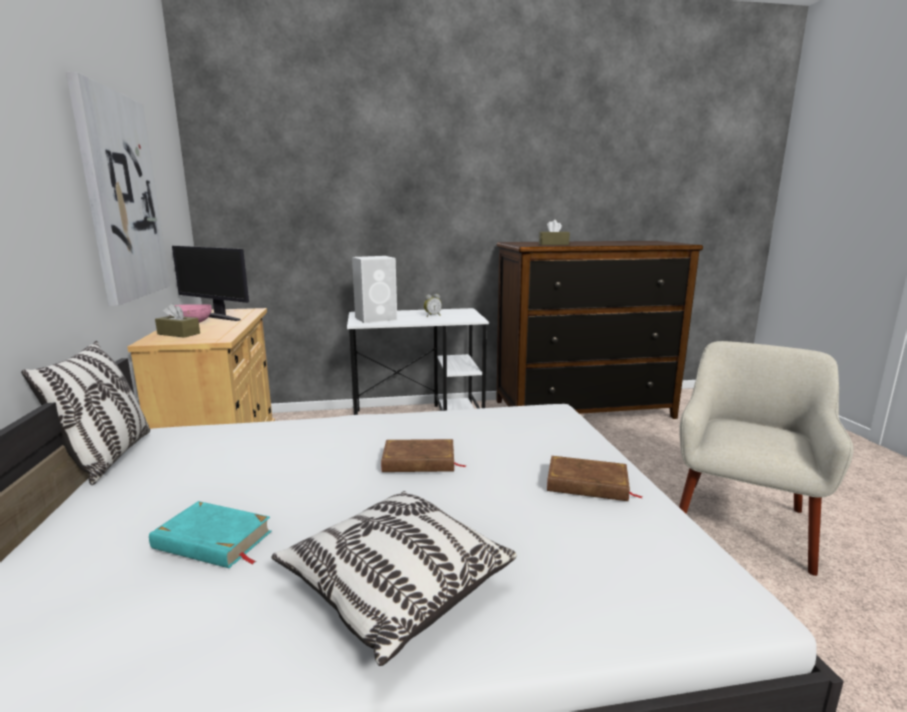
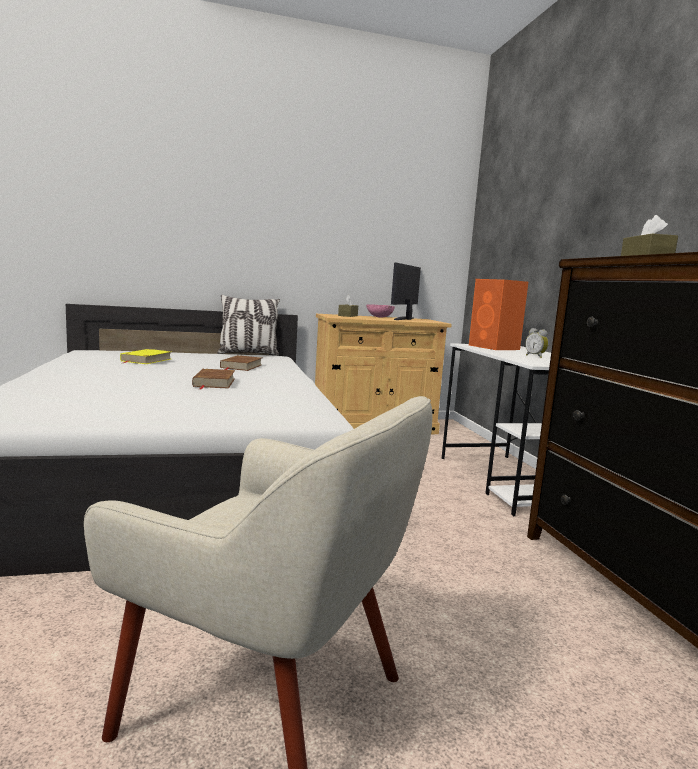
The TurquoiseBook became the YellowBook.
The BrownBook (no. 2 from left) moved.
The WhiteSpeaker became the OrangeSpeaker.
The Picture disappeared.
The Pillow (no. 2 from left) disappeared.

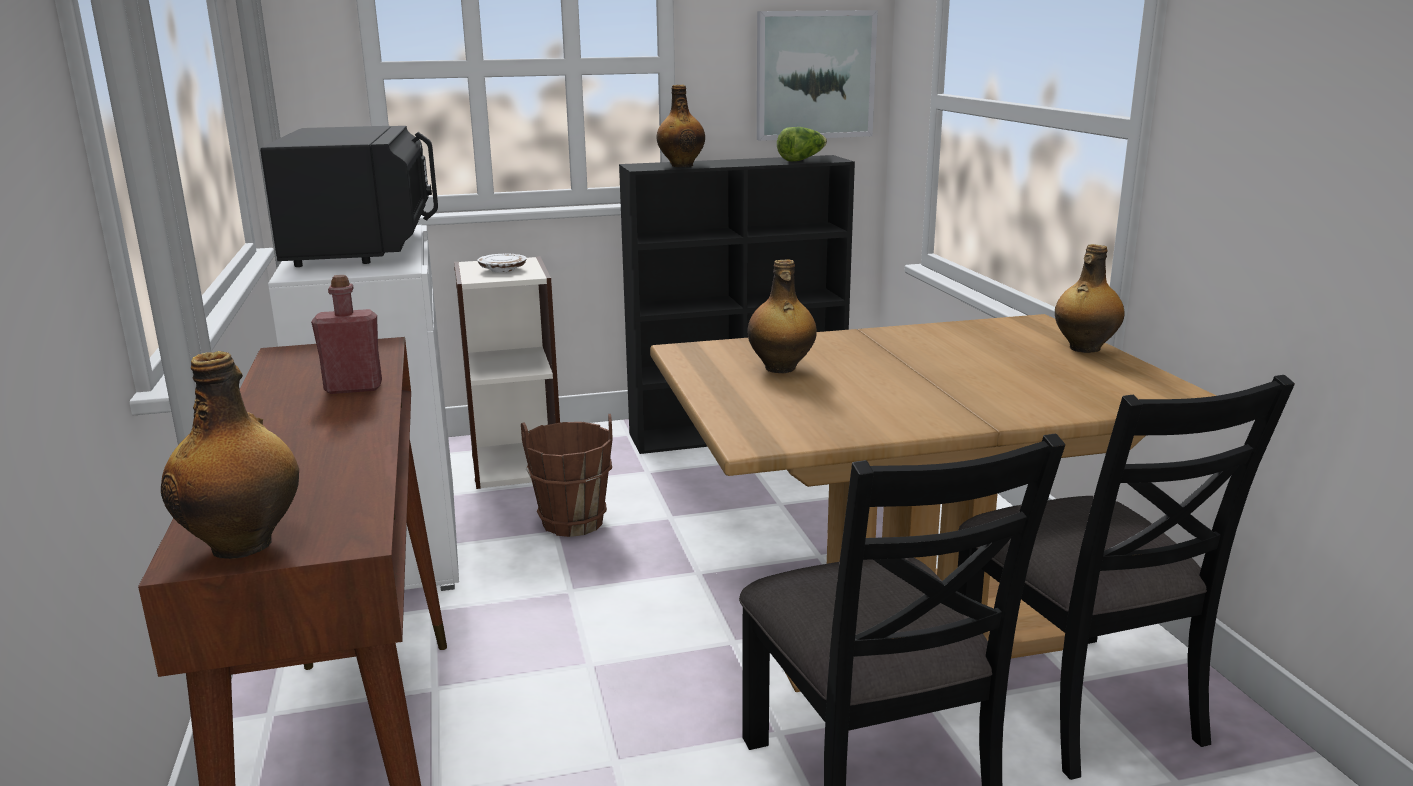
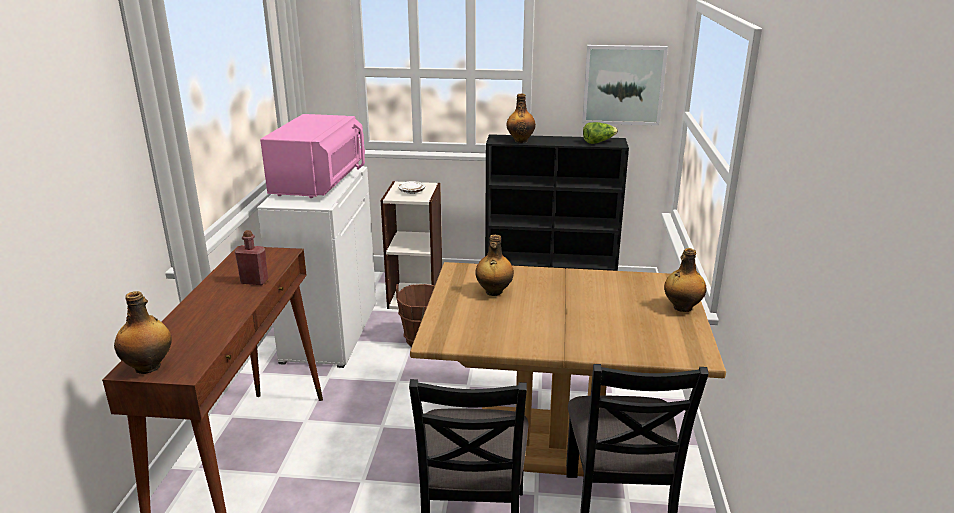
The BlackMicrowave became the PinkMicrowave.

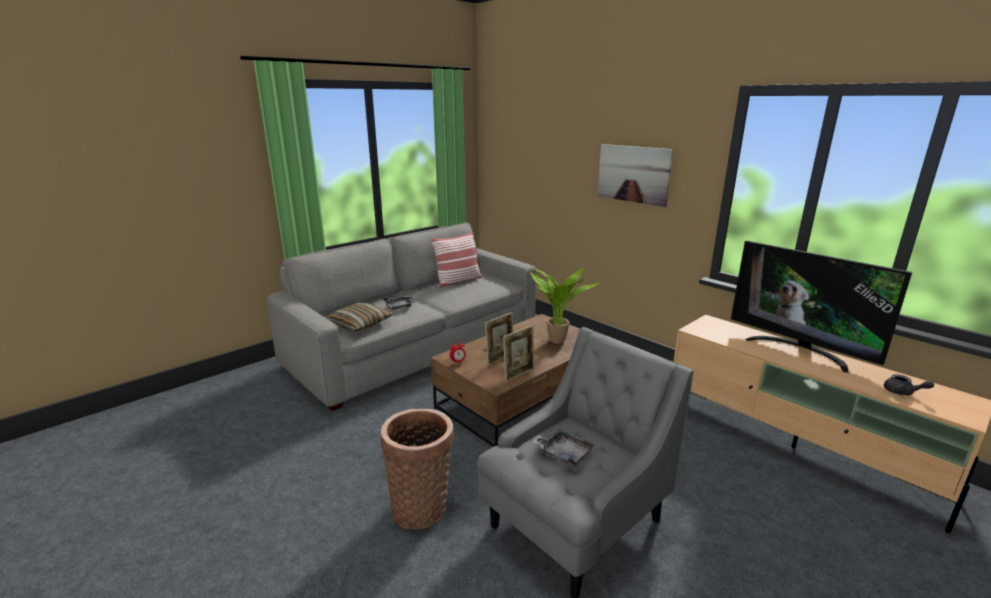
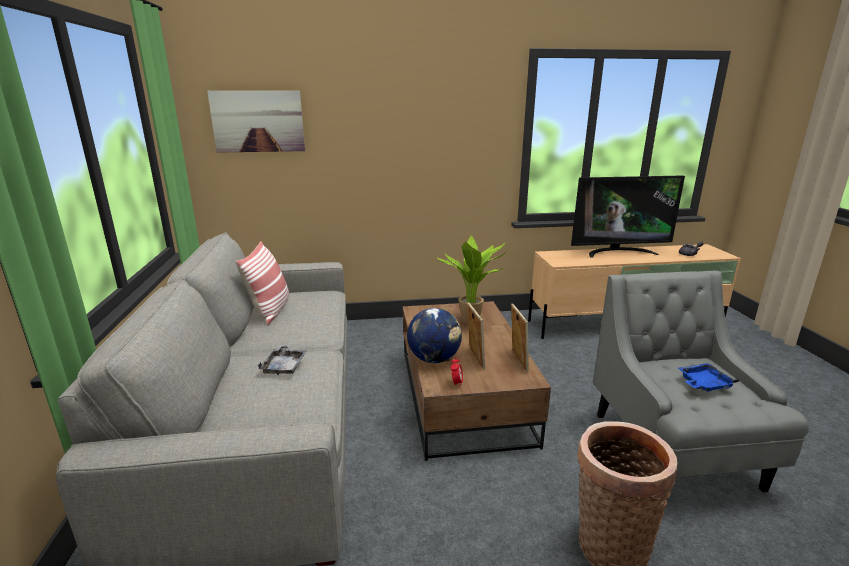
The Picture moved.
The Globe appeared.
The GreyTray (no. 2 from left) became the BlueTray.
The Pillow (no. 1 from left) disappeared.

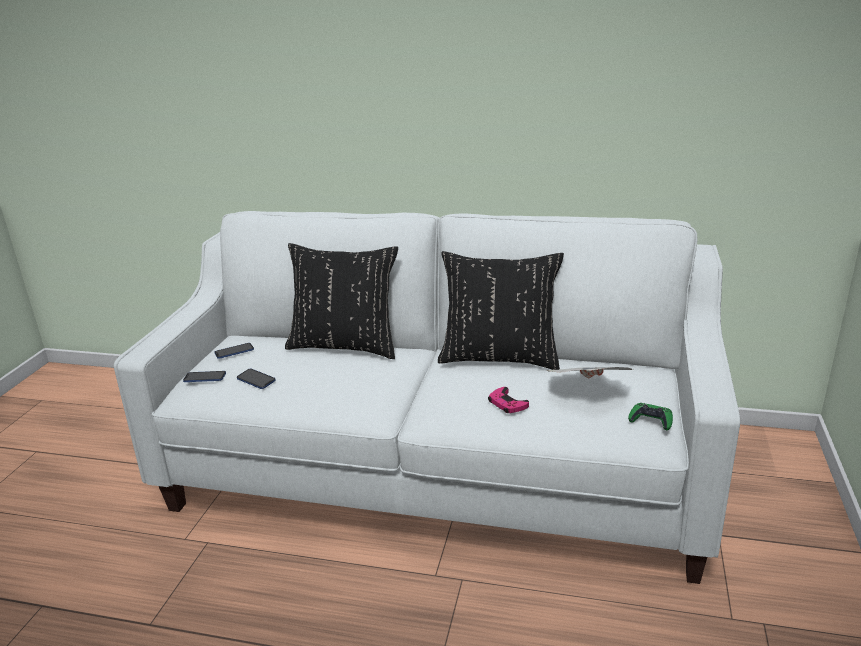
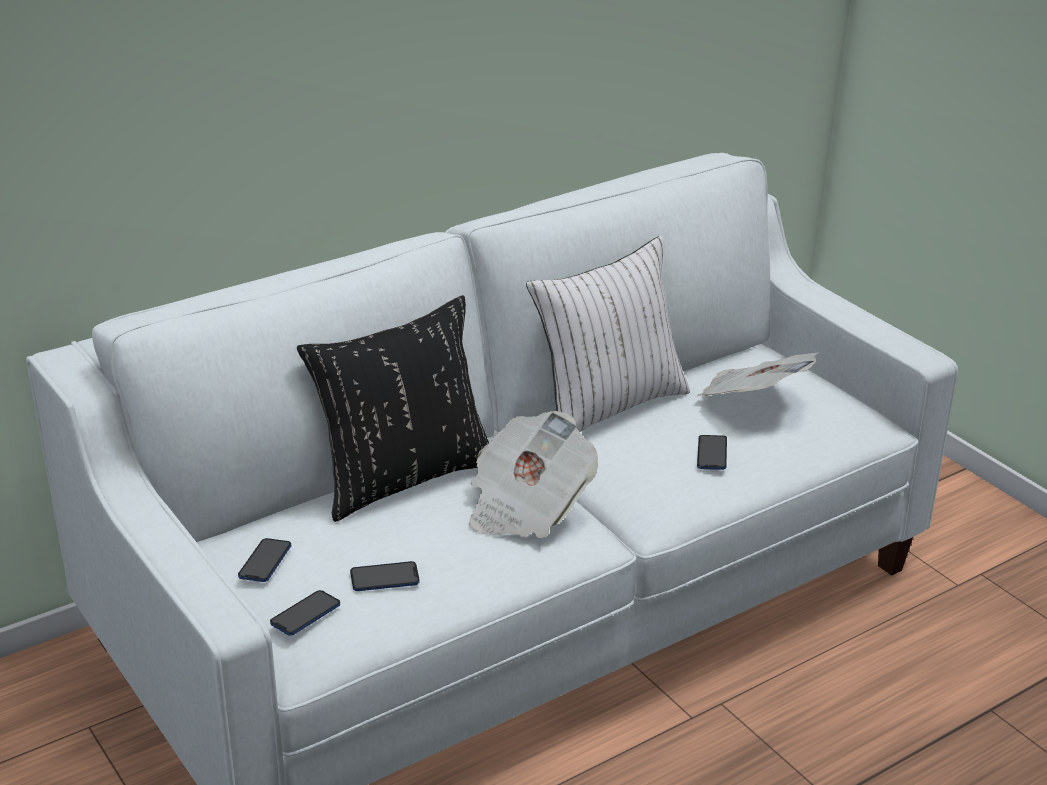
The Newspaper (no. 1 from left) appeared.
The BlackPillow (no. 2 from left) became the WhitePillow.
The PinkGameController was replaced by the Phone (no. 4 from left).
The GreenGameController disappeared.

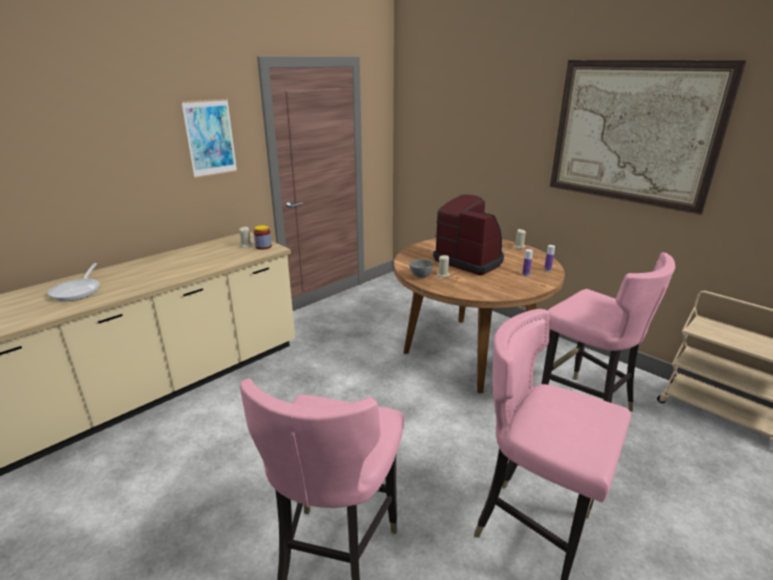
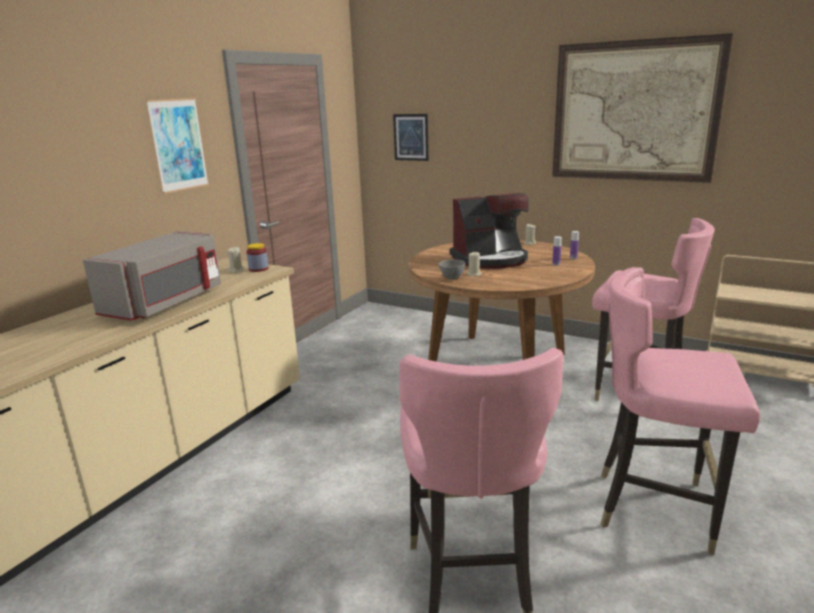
The GreyMicrowave appeared.
The Picture (no. 2 from left) appeared.
The CoffeeMachine turned 135 degrees clockwise.
The FryingPan disappeared.

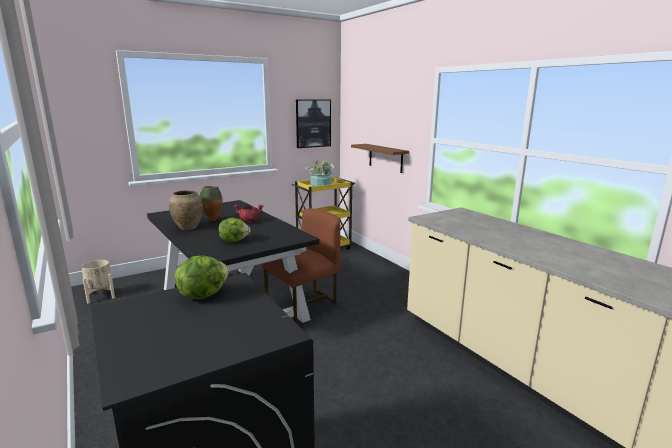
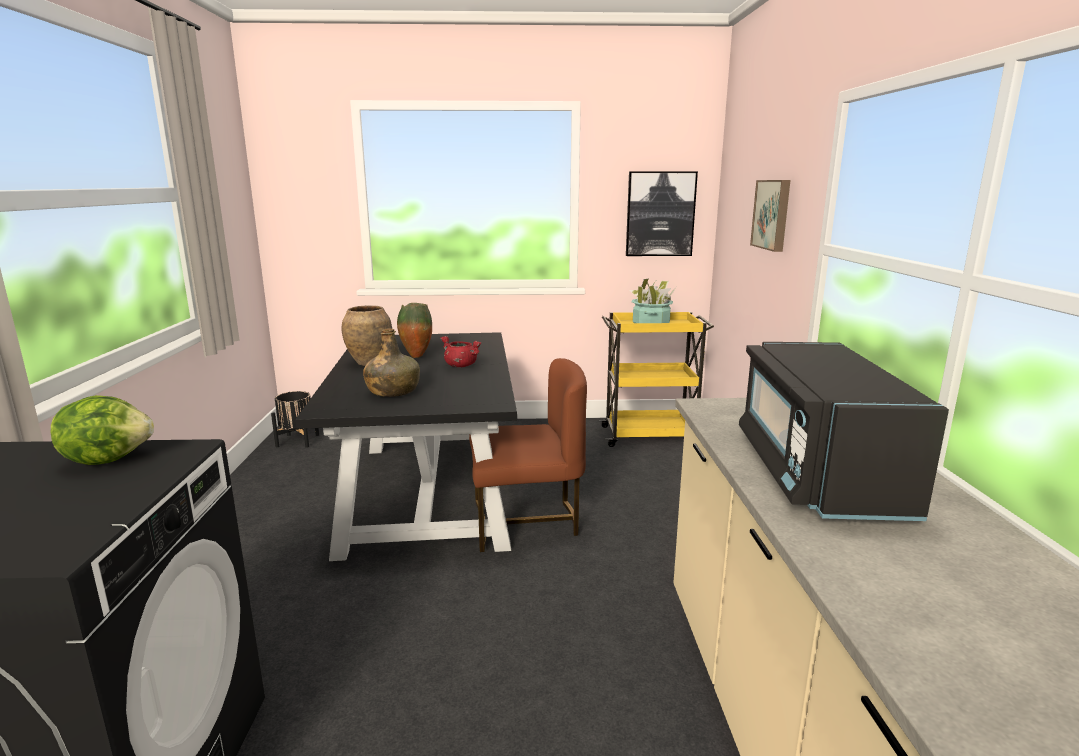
The BeigePlanter became the BlackPlanter.
The Lettuce (no. 2 from left) was replaced by the GreenBottle.
The BlackMicrowave appeared.
The Picture (no. 2 from left) appeared.
The BrownShelf disappeared.

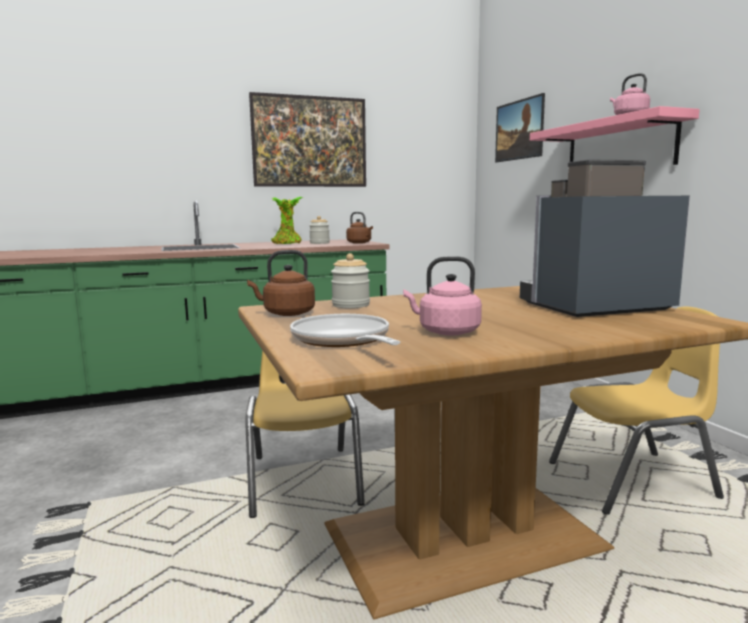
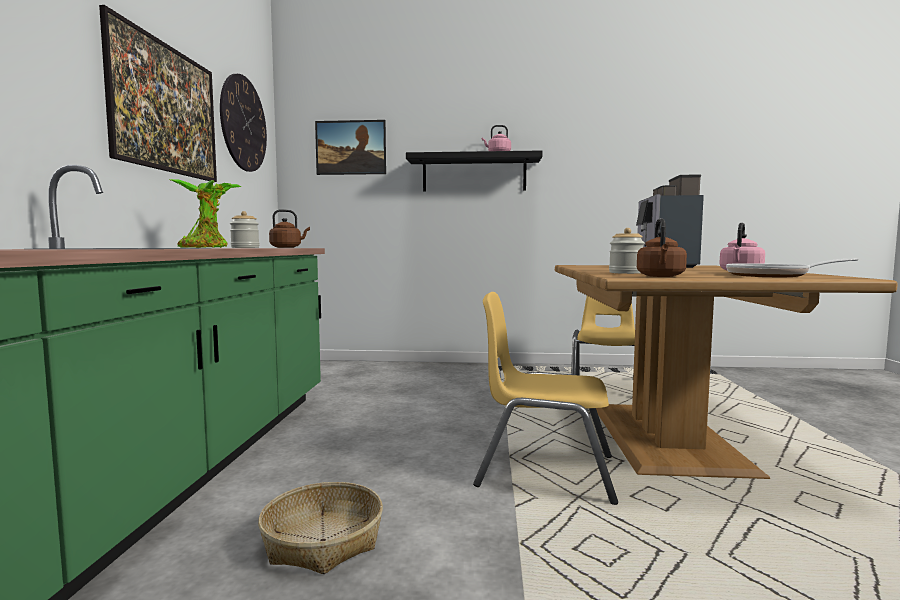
The WallClock appeared.
The Basket appeared.
The PinkShelf became the BlackShelf.

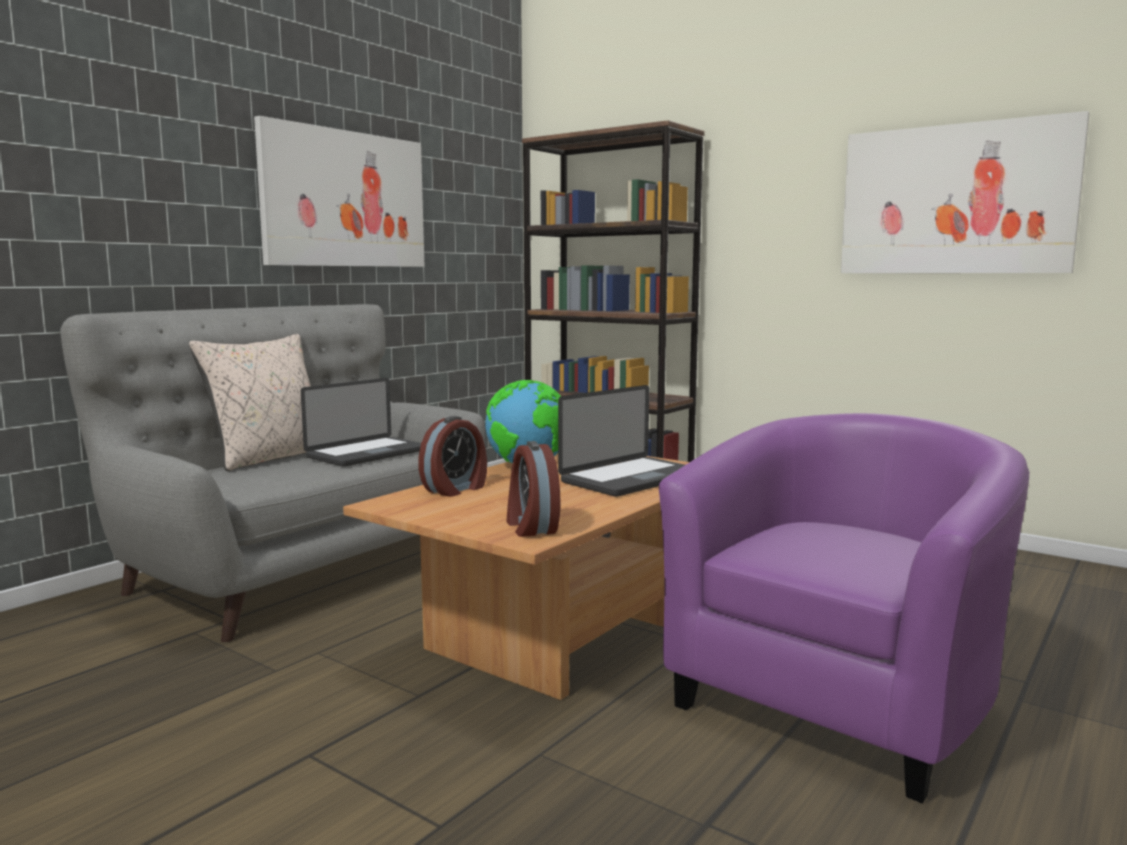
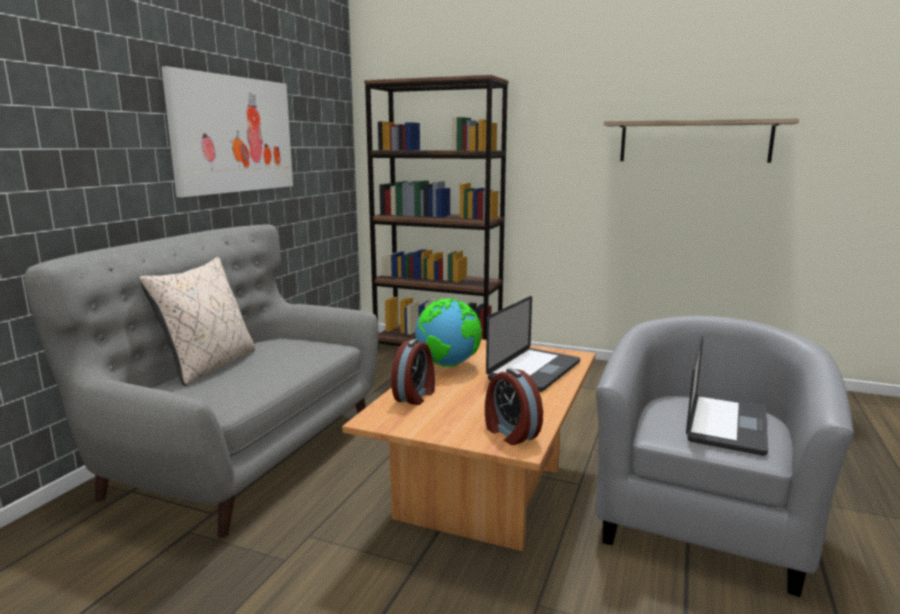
The PurpleArmchair became the GreyArmchair.
The Picture (no. 2 from left) was replaced by the Shelf.
The Laptop (no. 1 from left in the first image) moved.

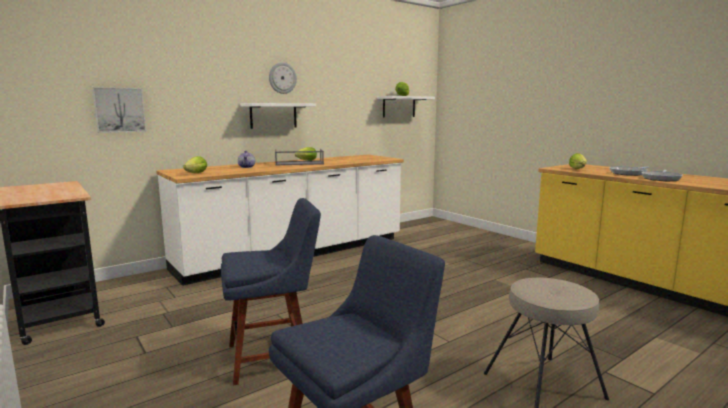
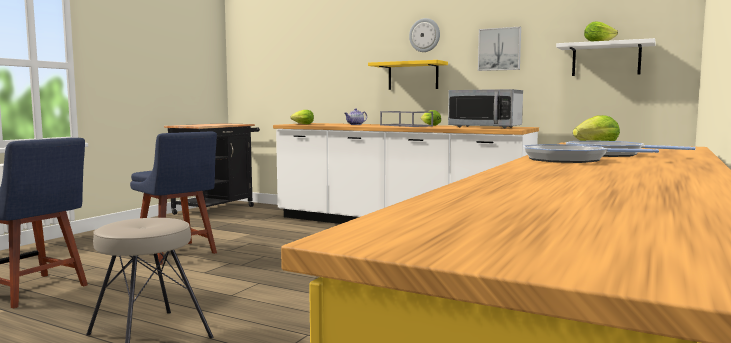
The WhiteShelf (no. 1 from left) became the YellowShelf.
The Microwave appeared.
The Picture moved.

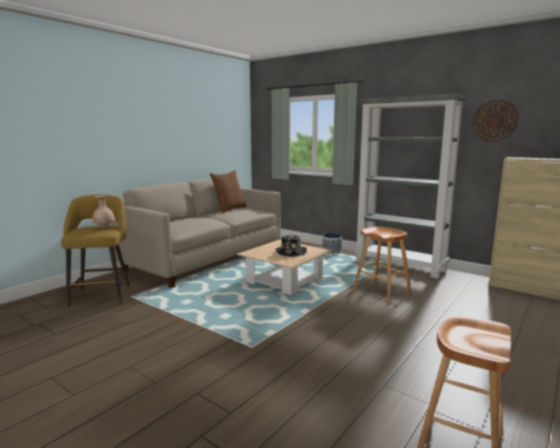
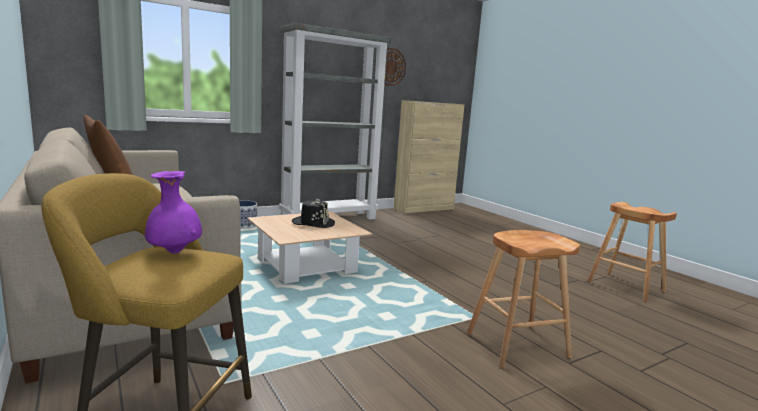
The BeigeVase became the PurpleVase.
The BrownStool (no. 1 from left) moved.

